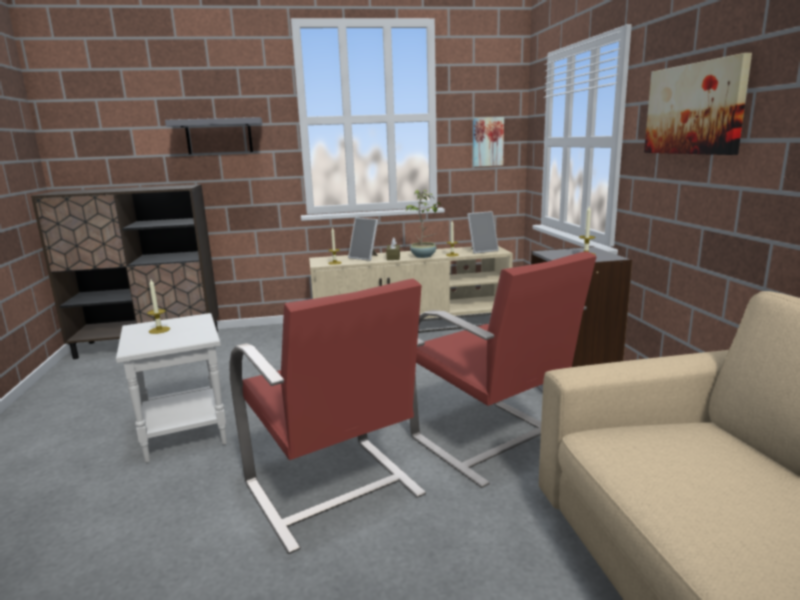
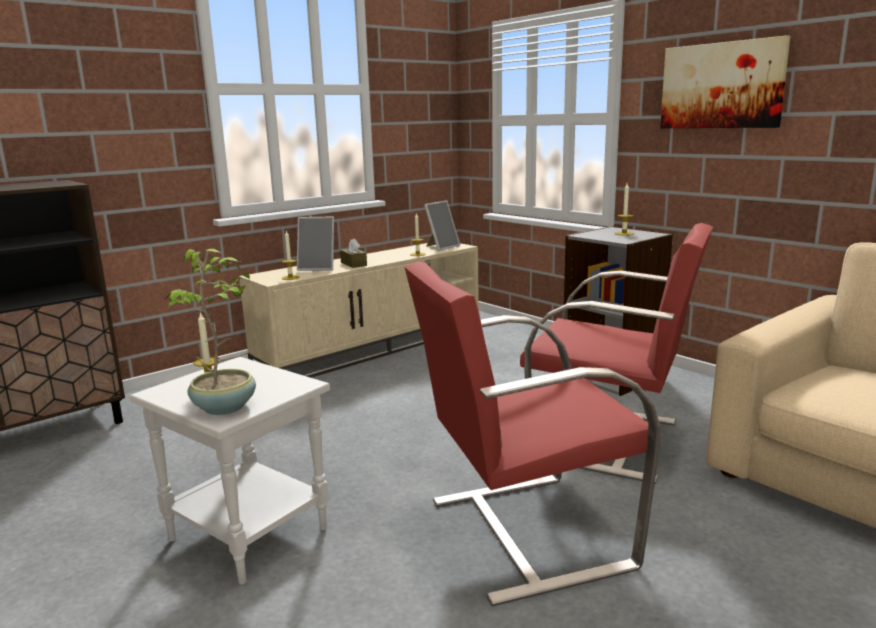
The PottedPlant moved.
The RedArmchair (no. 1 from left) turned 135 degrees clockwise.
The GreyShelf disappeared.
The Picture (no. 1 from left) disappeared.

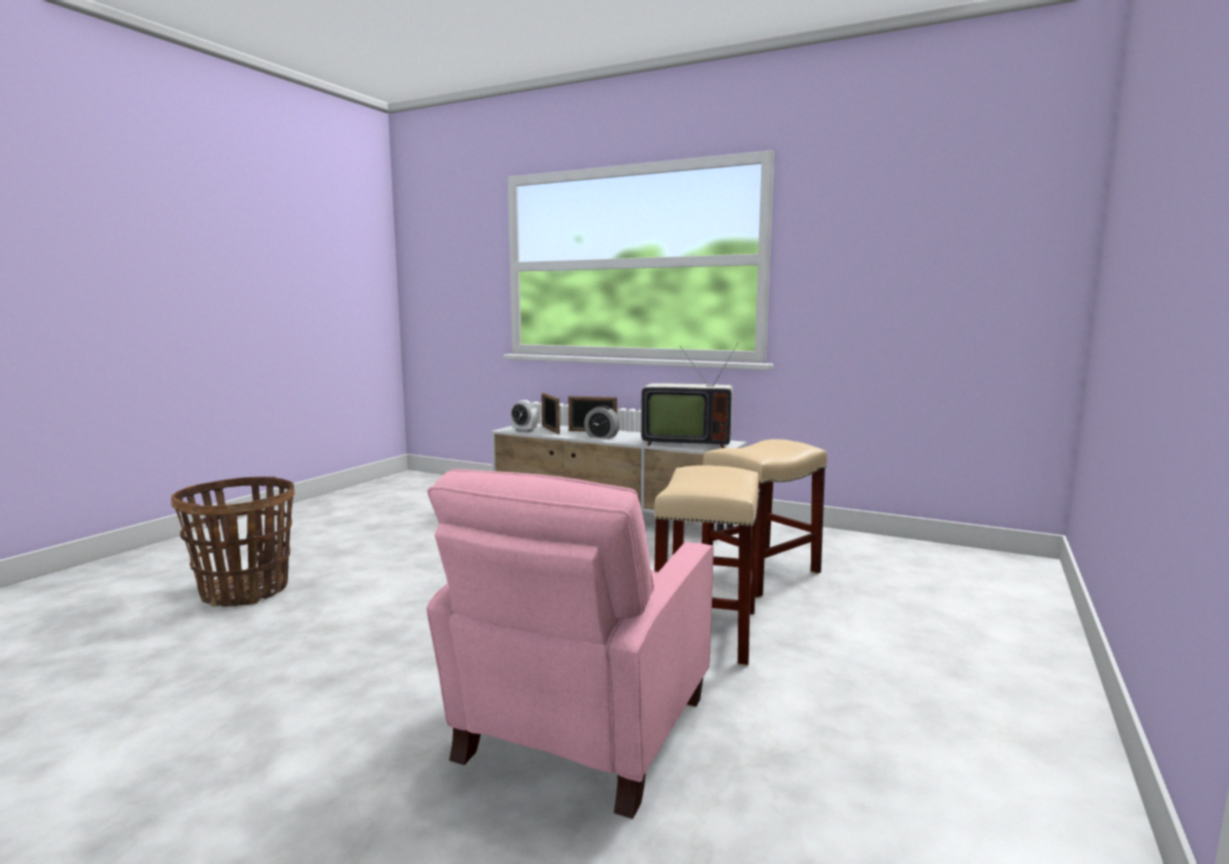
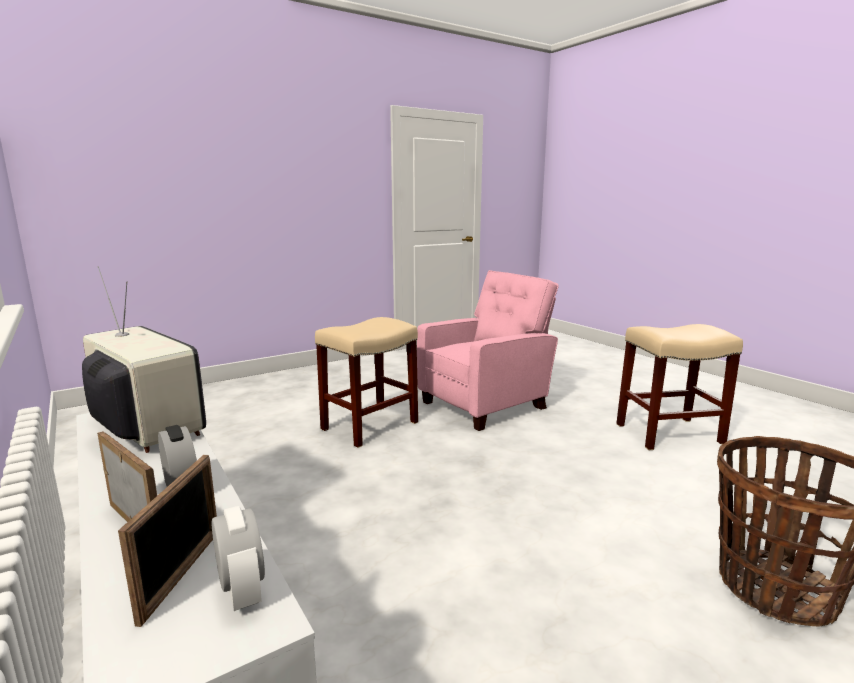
The BeigeStool (no. 2 from left) moved.

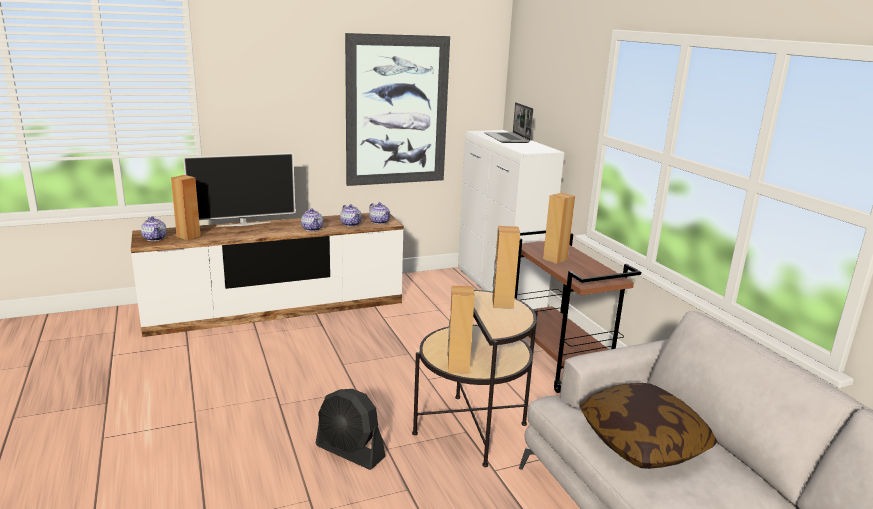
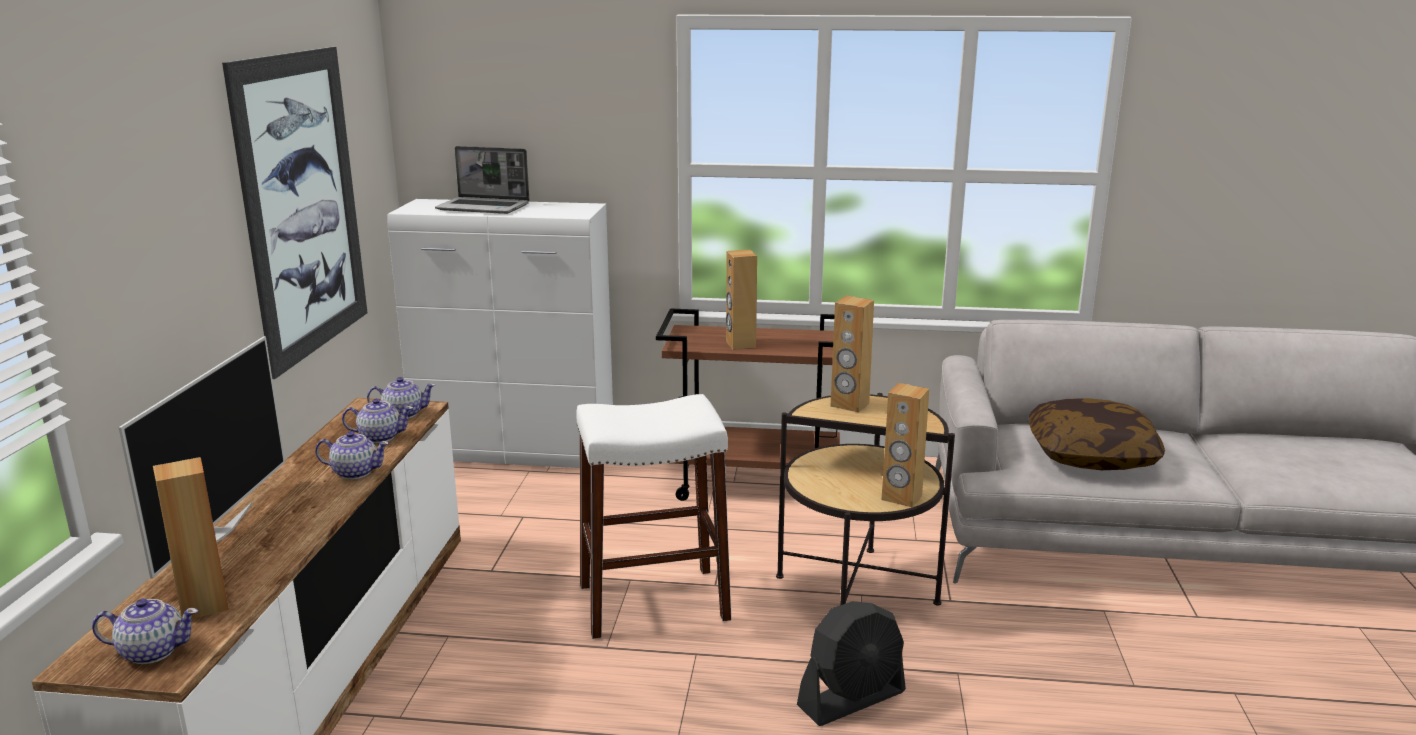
The WhiteStool appeared.

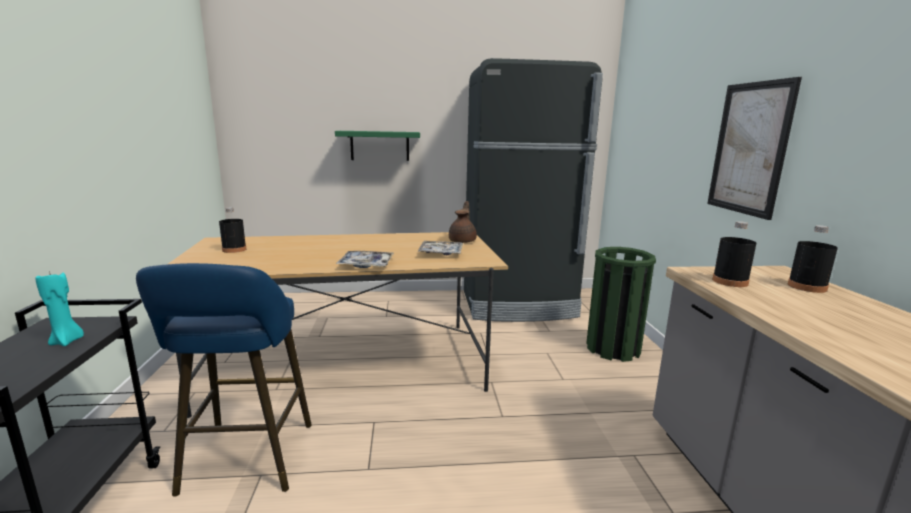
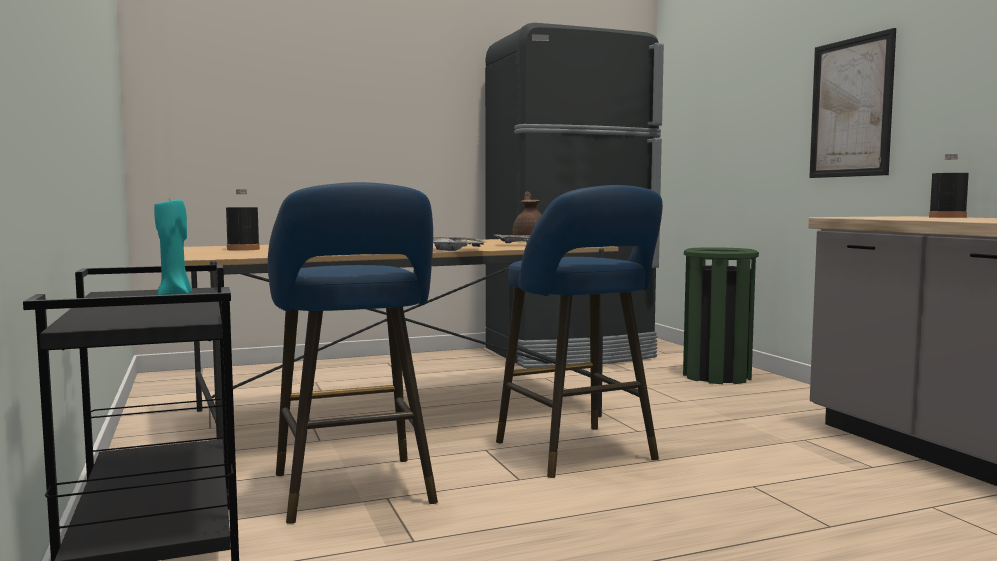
The BlueStool (no. 2 from left) appeared.
The GreenShelf disappeared.
The BlackBottle (no. 2 from left) disappeared.

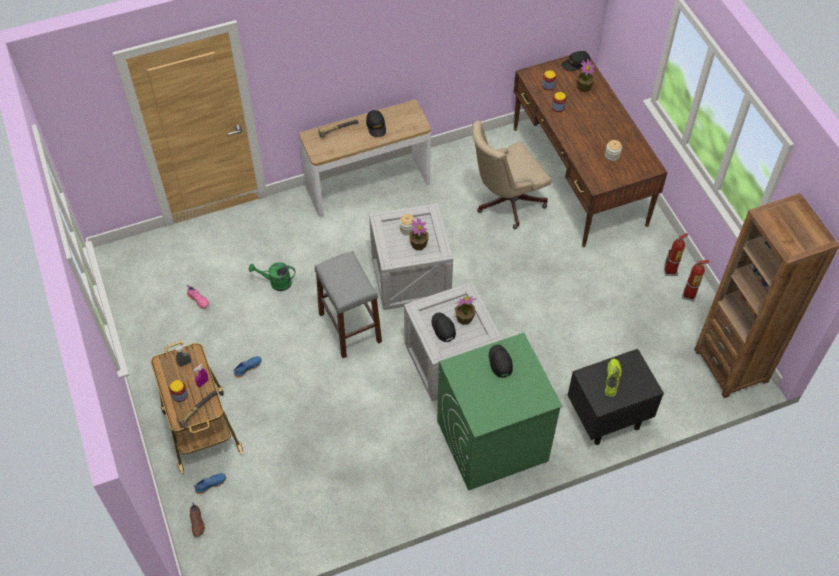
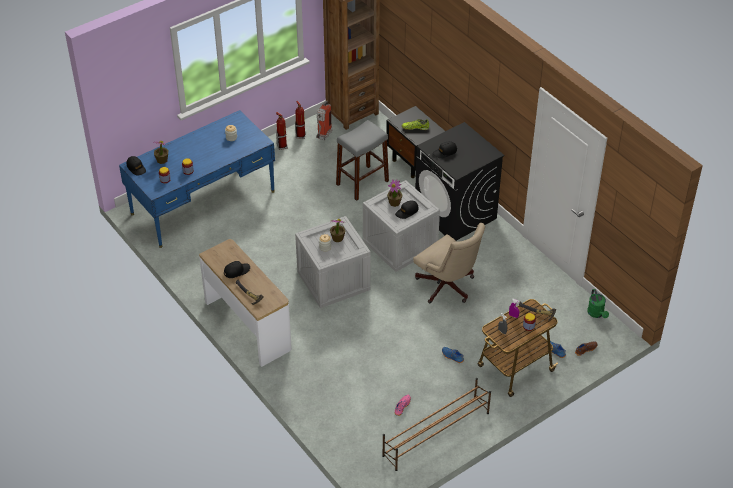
The BrownDesk became the BlueDesk.
The FireExtinguisher (no. 3 from left) appeared.
The GreyStool moved.
The BrownShoeRack appeared.
The BeigeOfficeChair moved.
The GreenWashingMachine became the BlackWashingMachine.
The GreenWateringCan moved.

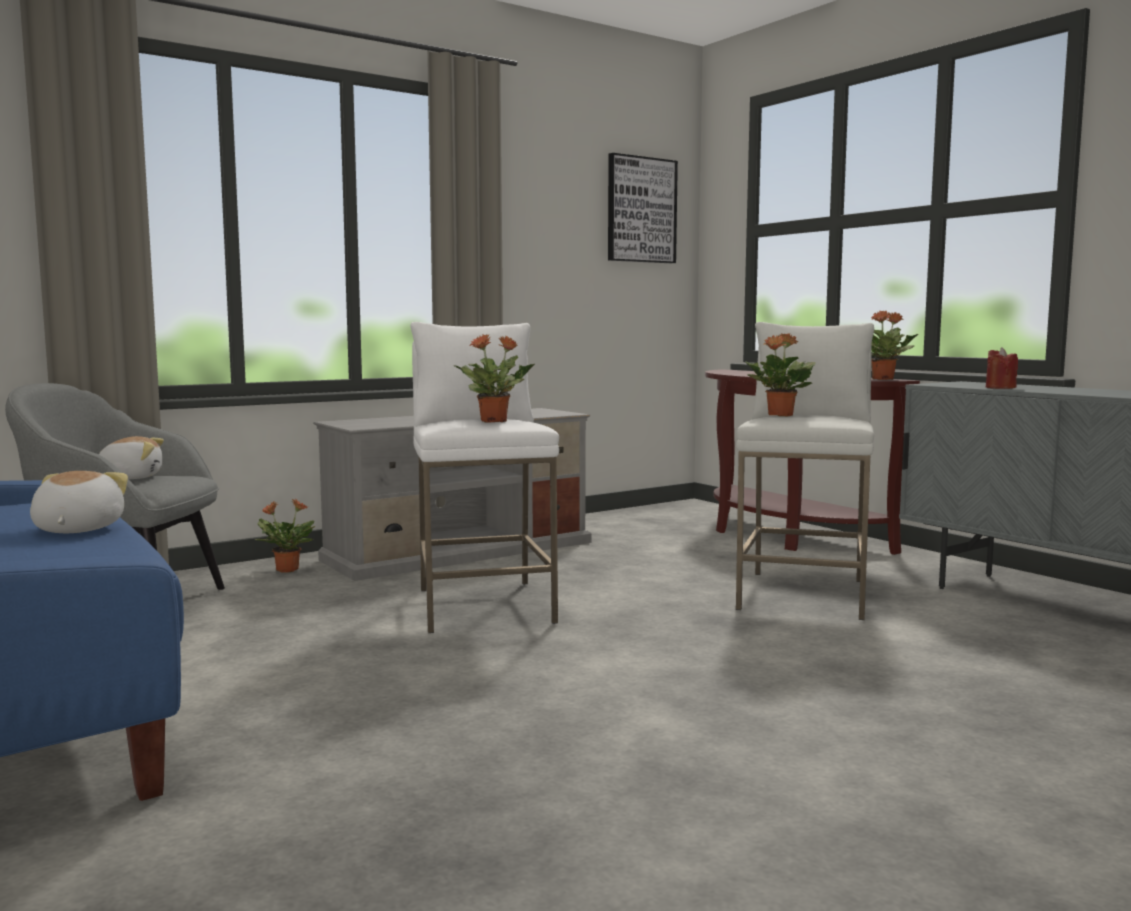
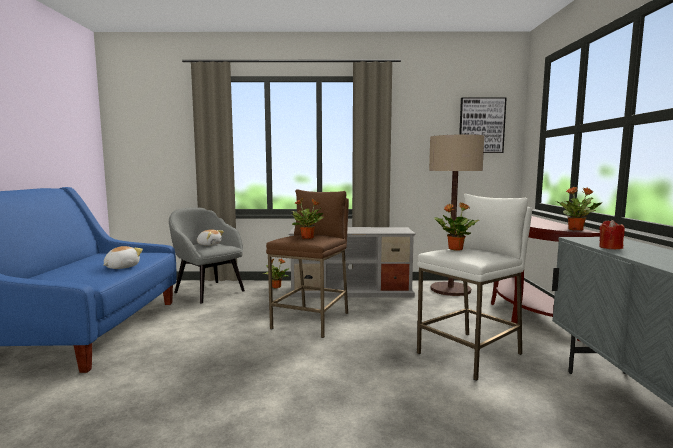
The WhiteStool (no. 1 from left) became the BrownStool.
The FloorLamp appeared.

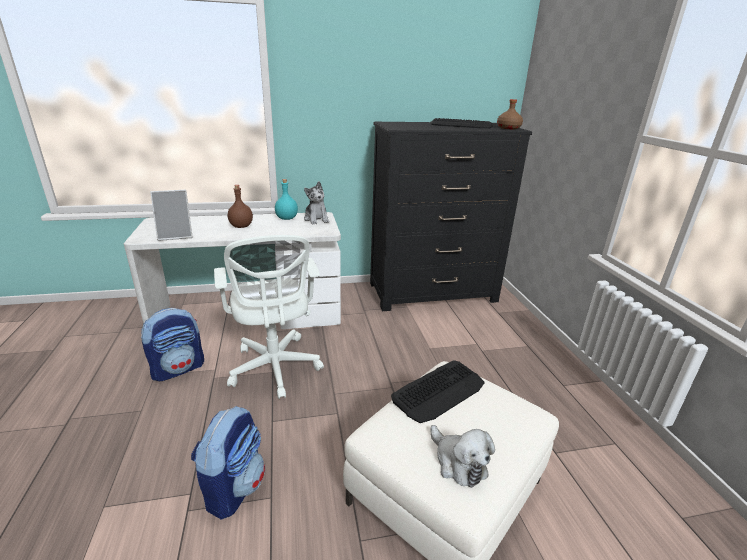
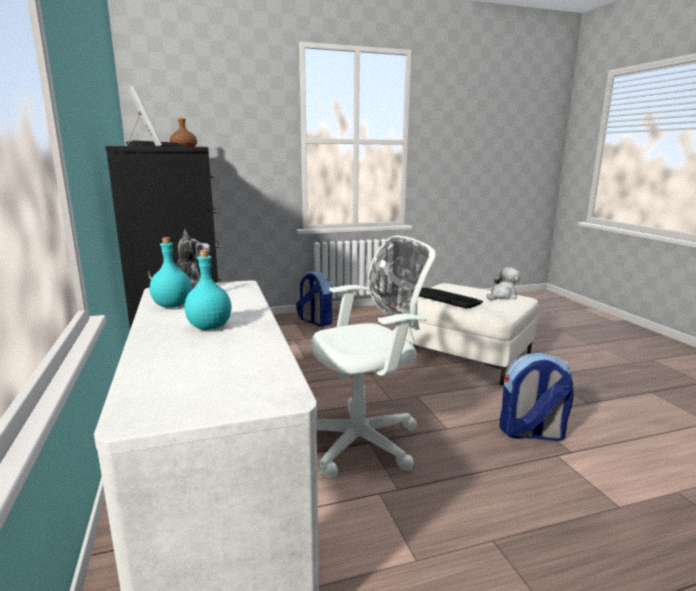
The PictureFrame moved.
The BrownBottle (no. 1 from left) became the TurquoiseBottle (no. 2 from left).
The Backpack (no. 1 from left) moved.

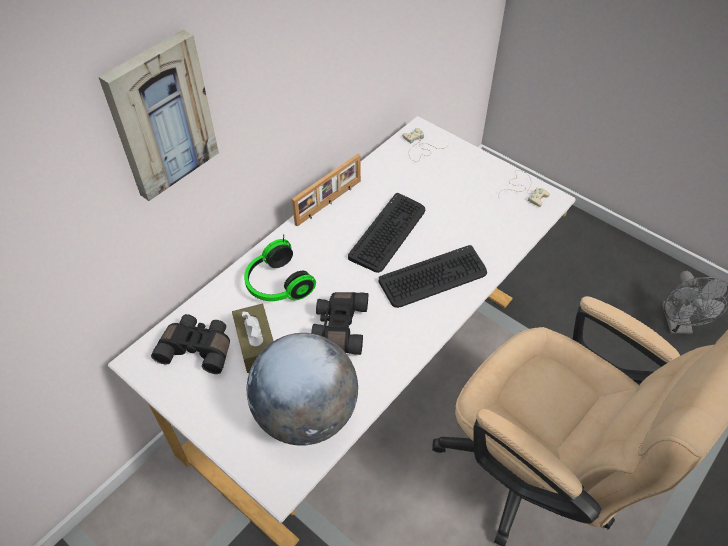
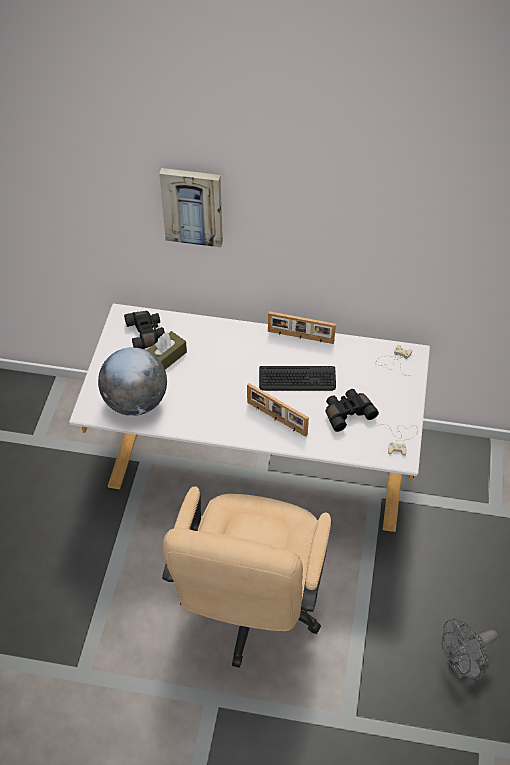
The Keyboard (no. 2 from left) was replaced by the PictureFrame (no. 1 from left).
The BlackBinoculars (no. 2 from left) moved.
The Headphones disappeared.

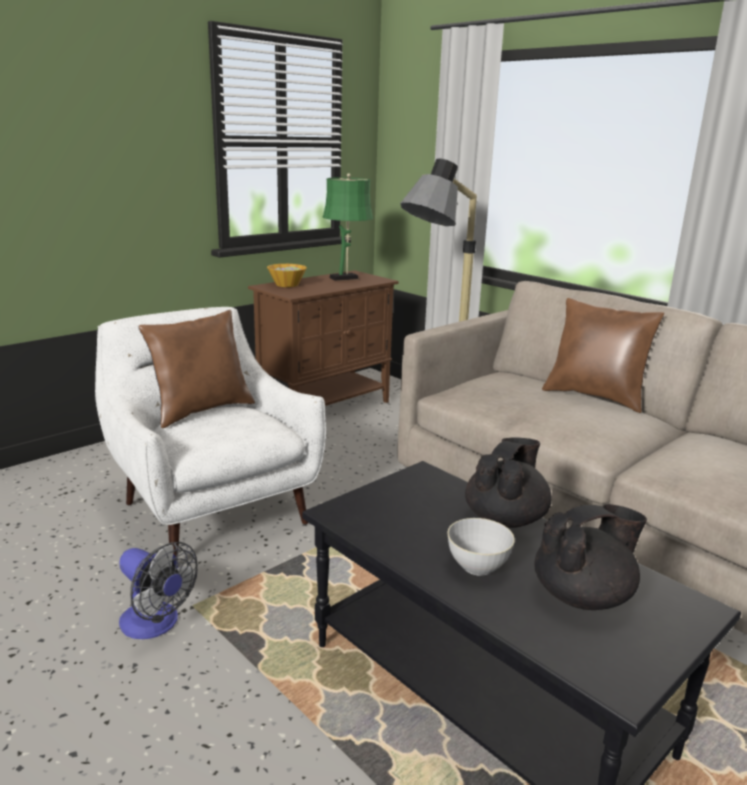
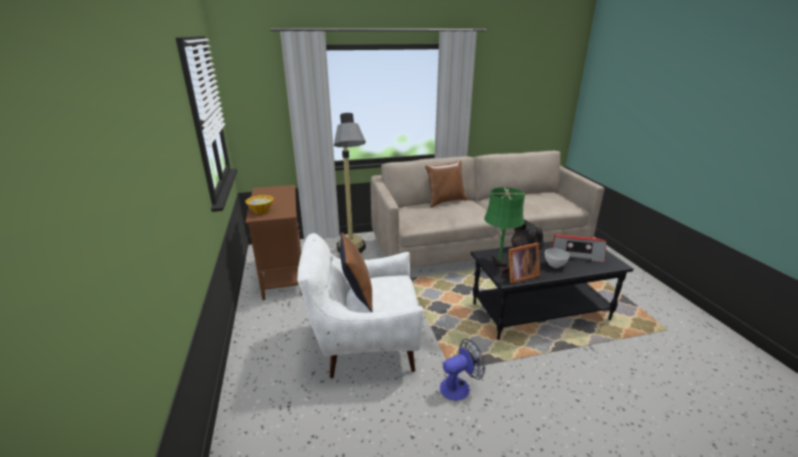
The GreenTableLamp moved.
The PictureFrame appeared.
The BlackTeapot (no. 2 from left) was replaced by the Radio.

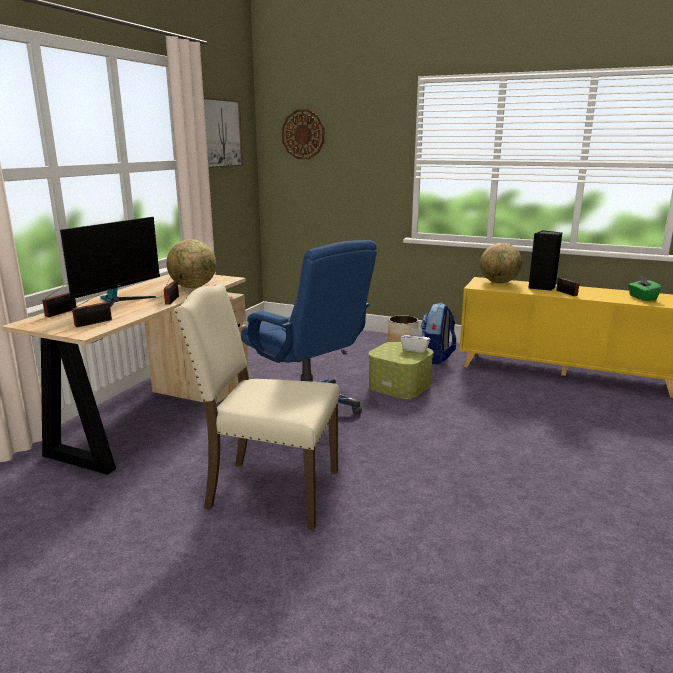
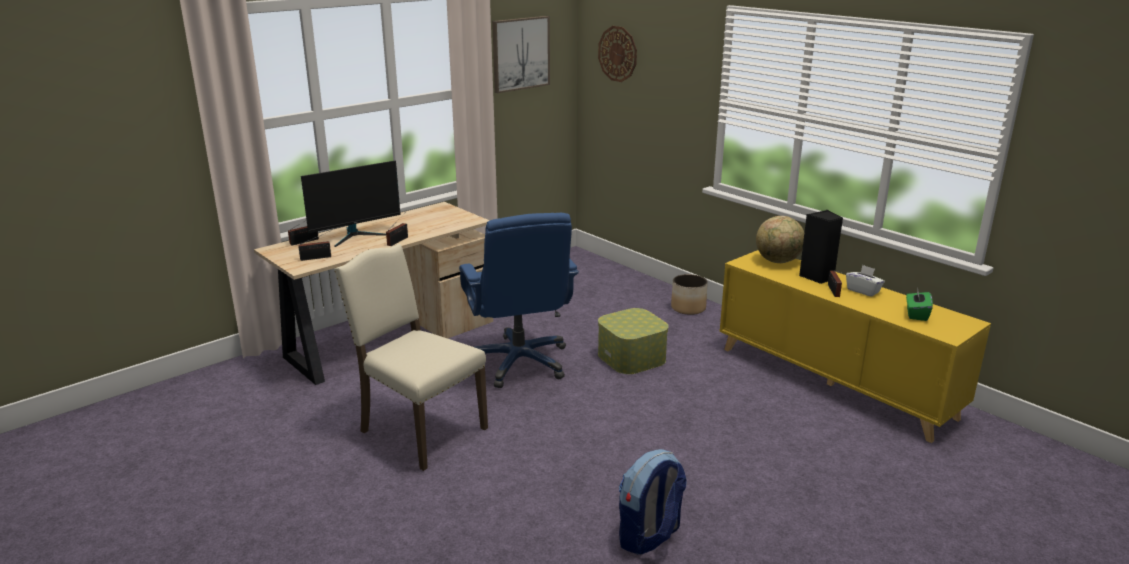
The Backpack moved.
The WhiteTissueBox moved.
The Globe (no. 1 from left) disappeared.

